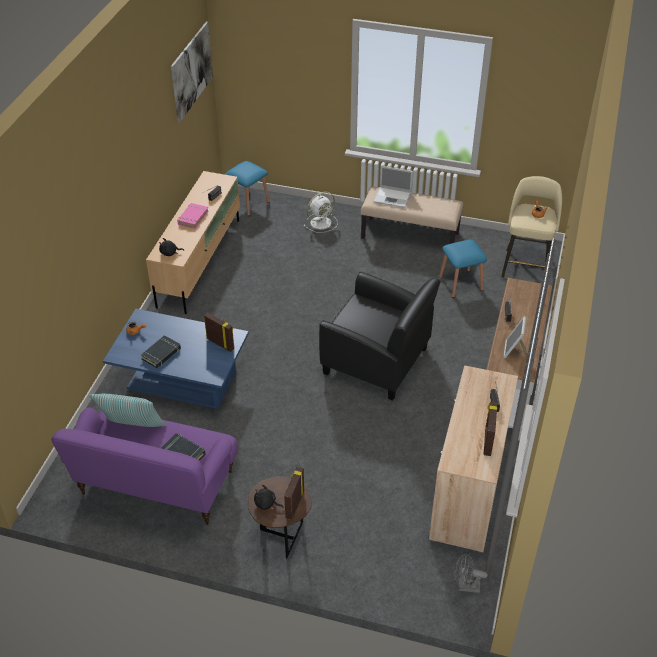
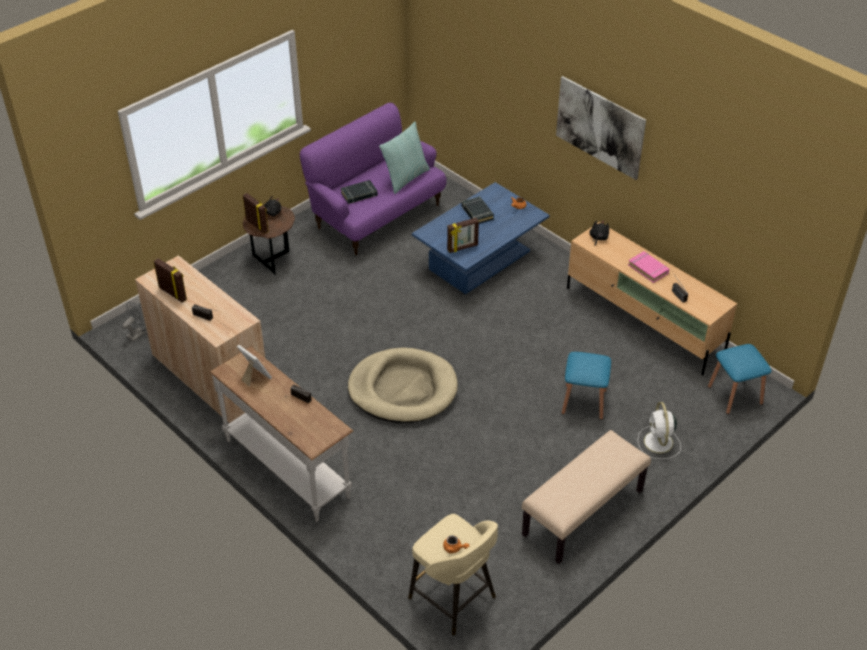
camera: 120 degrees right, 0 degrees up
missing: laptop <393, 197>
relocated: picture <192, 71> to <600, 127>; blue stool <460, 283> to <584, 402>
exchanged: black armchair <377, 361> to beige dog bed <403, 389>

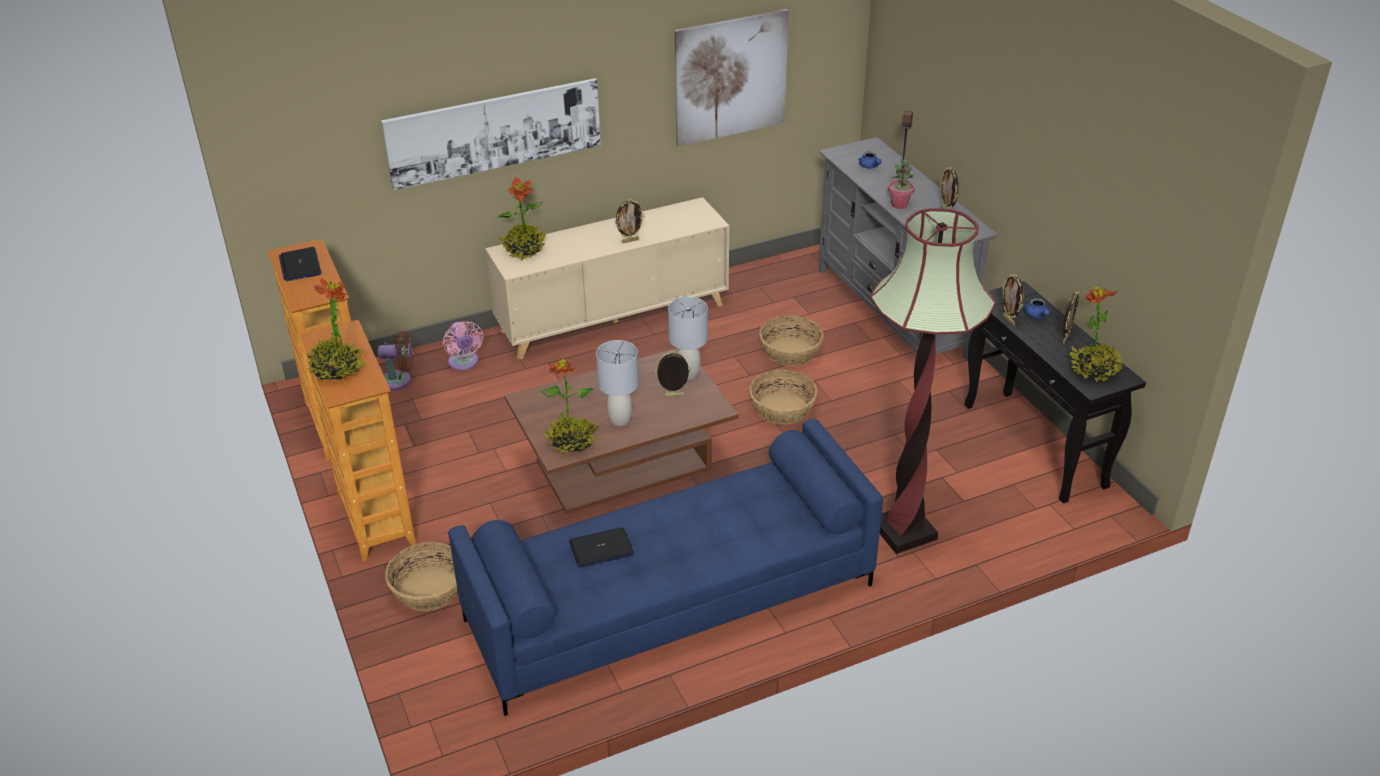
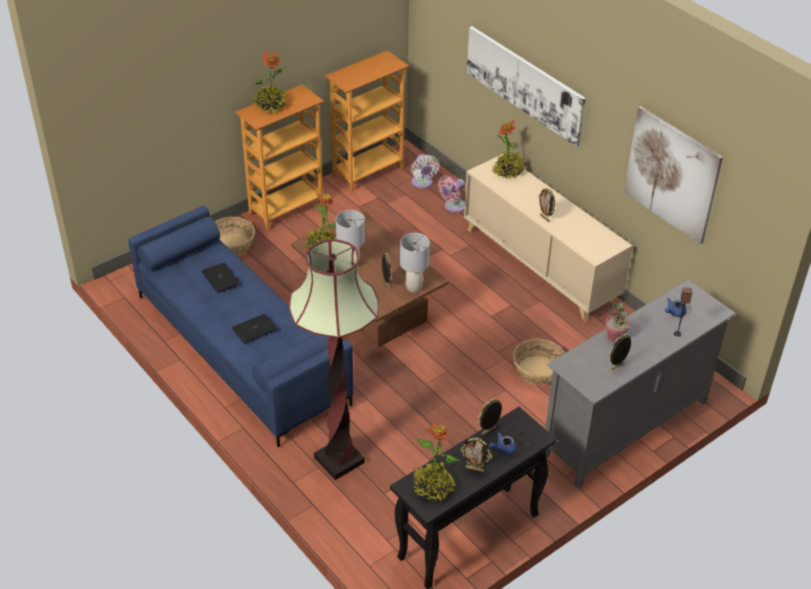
camera: 75 degrees right, 5 degrees up
missing: basket <782, 409>
relocated: laptop <300, 265> to <254, 329>
colour: brown fan <399, 380> to white fan <422, 183>

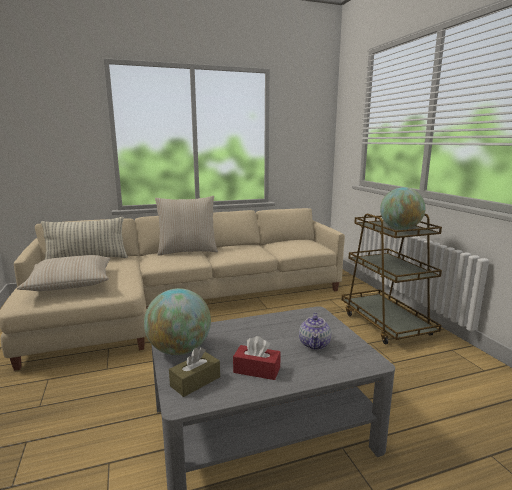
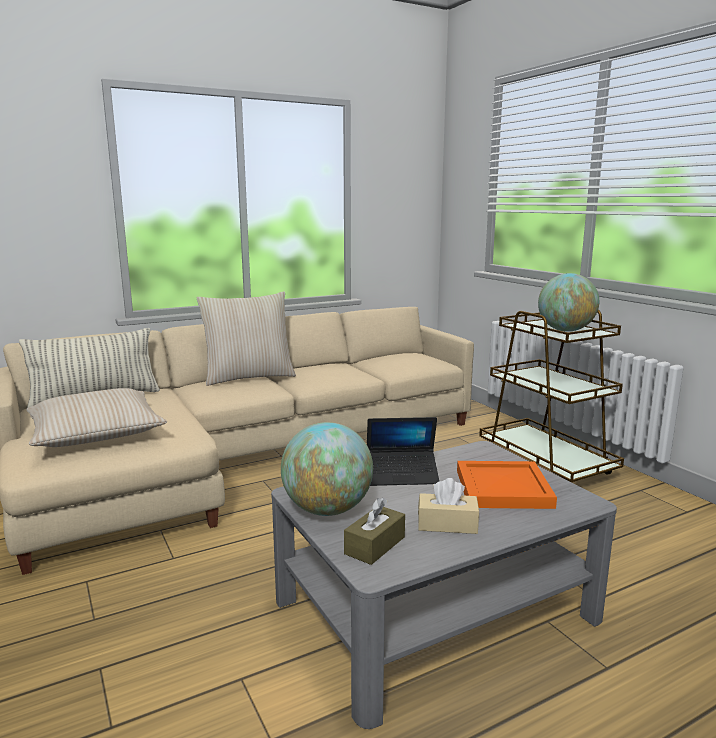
camera: 10 degrees left, 0 degrees up
appeared: laptop <402, 475>
exchanged: teapot <315, 344> to orange tray <504, 488>
colour: red tissue box <257, 370> to beige tissue box <447, 524>

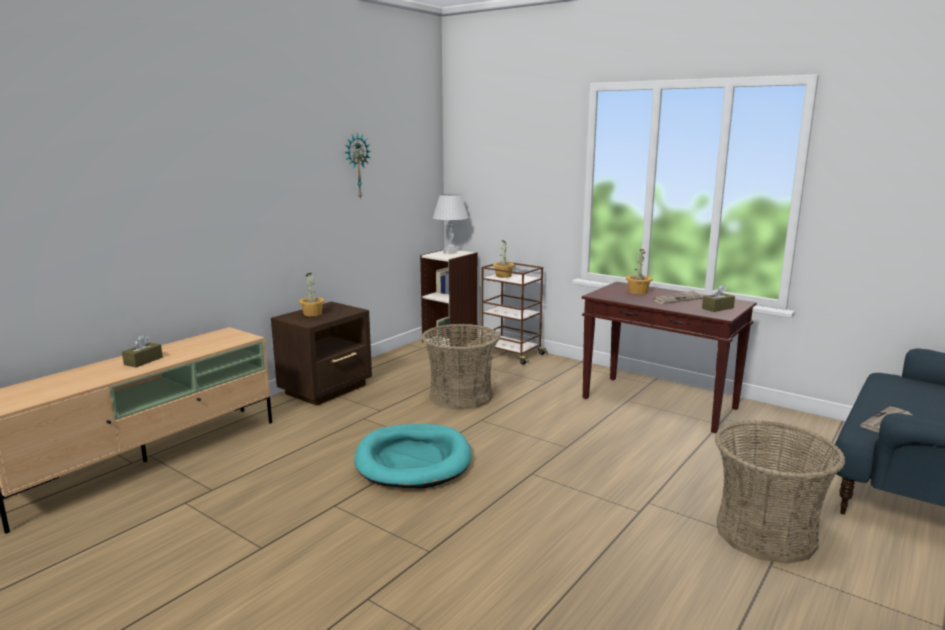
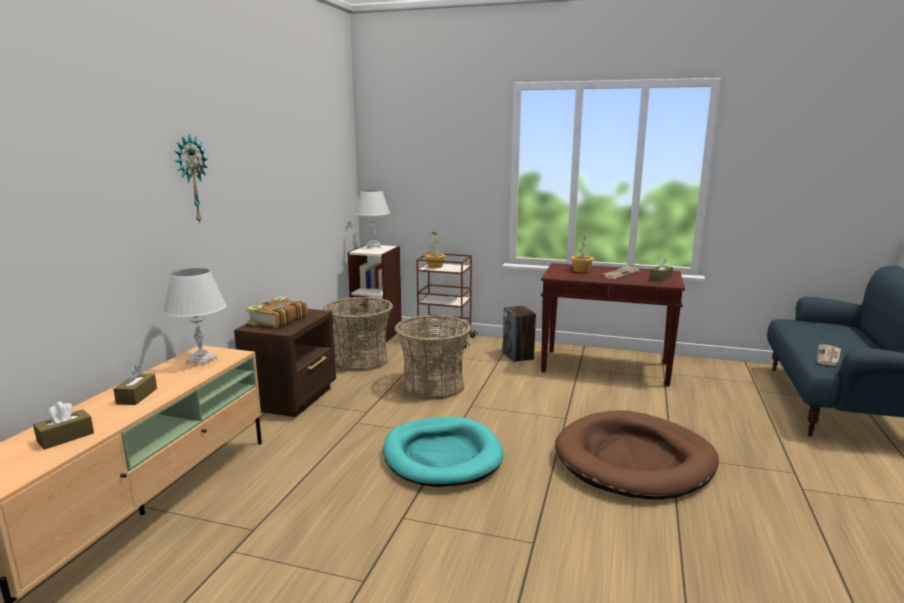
camera: 20 degrees left, 0 degrees up
appeared: brown tissue box <65, 437>; white table lamp <201, 361>; speaker <518, 355>; brown dog bed <634, 460>
relocated: wall clock <356, 166> to <191, 179>; basket <765, 533> to <360, 360>
exchanged: potted plant <312, 314> to book <277, 321>

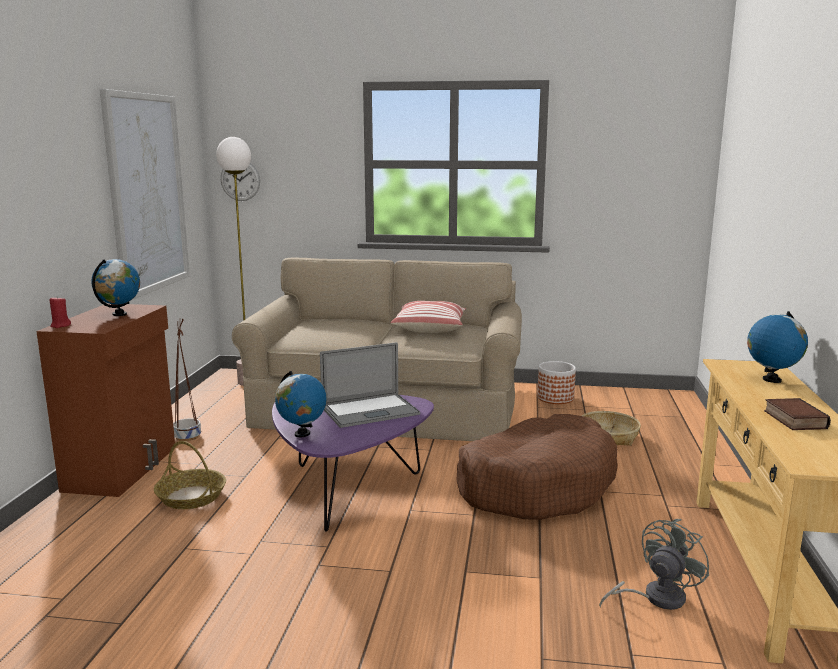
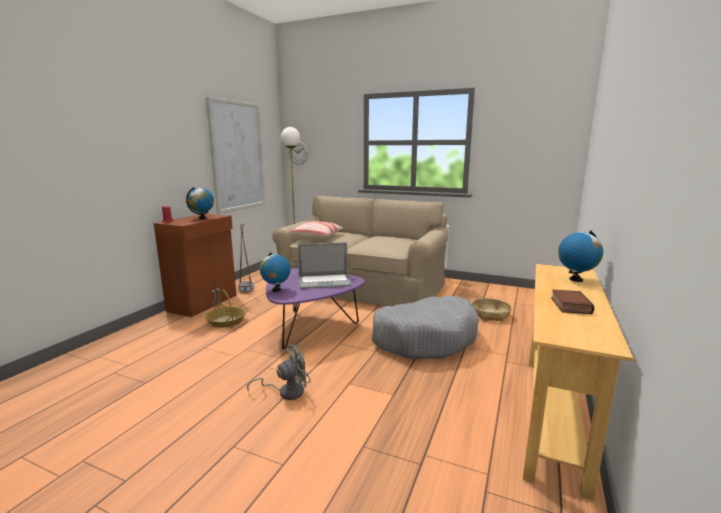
camera: 15 degrees right, 0 degrees up
missing: planter <555, 398>
relocated: pillow <429, 328> to <317, 237>; grey fan <655, 598> to <286, 392>
colour: brown dog bed <536, 485> to grey dog bed <425, 338>

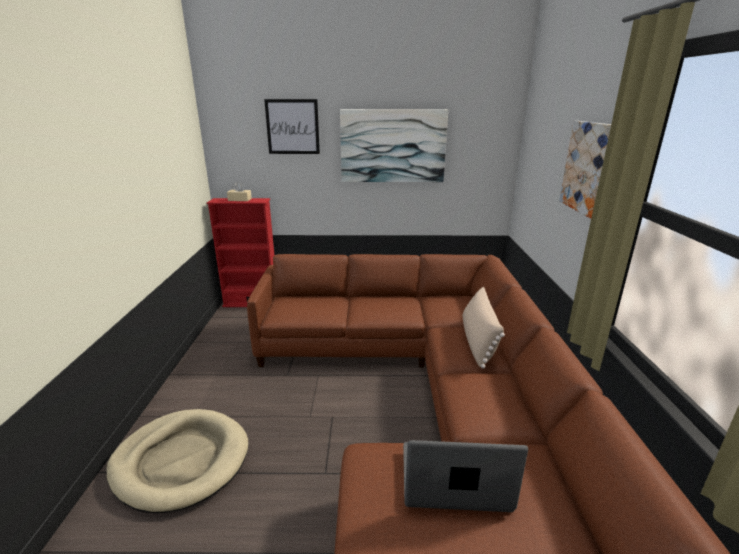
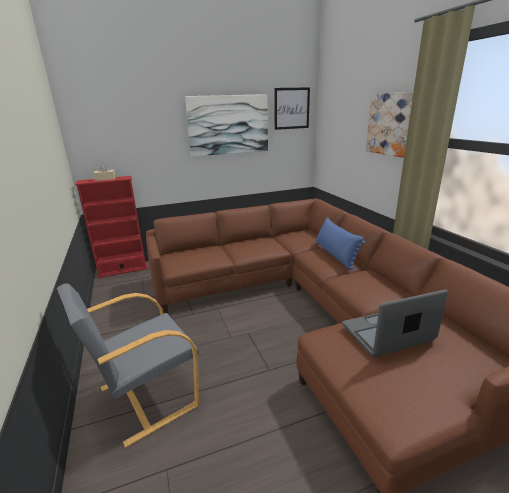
camera: 20 degrees left, 0 degrees up
relocated: picture <292, 127> to <291, 108>
exchanged: beige dog bed <181, 461> to grey armchair <146, 397>
colour: beige pillow <478, 341> to blue pillow <335, 254>

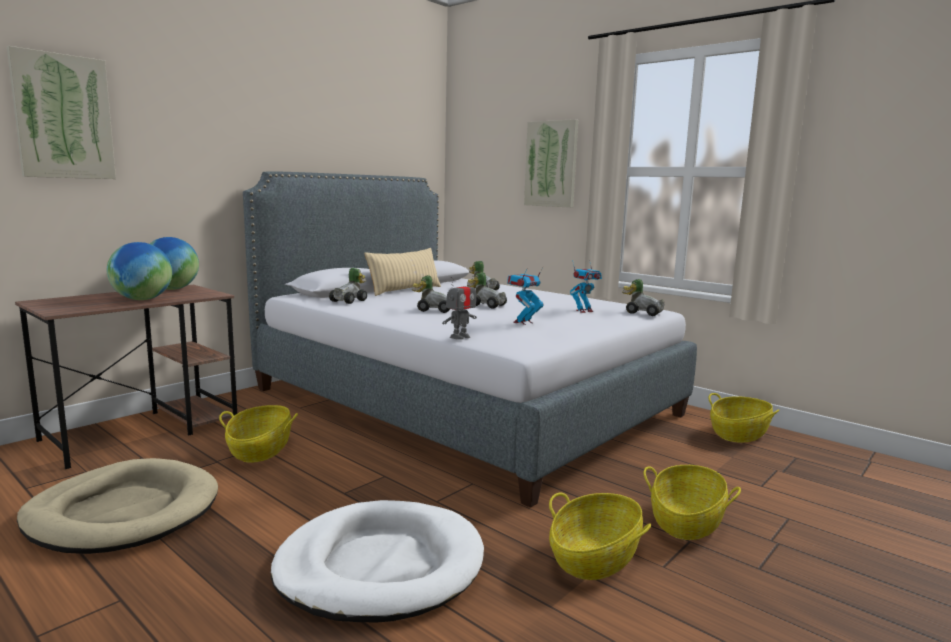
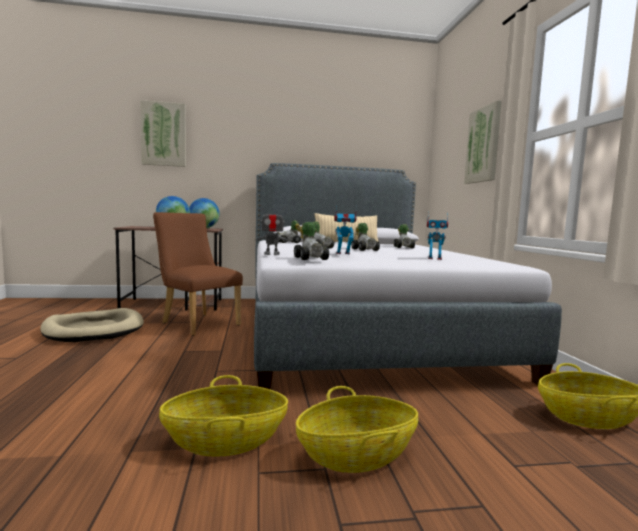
camera: 40 degrees right, 5 degrees down
missing: white dog bed <380, 566>
relocated: toy car <642, 312> to <311, 258>
exchanged: basket <260, 450> to brown chair <197, 323>

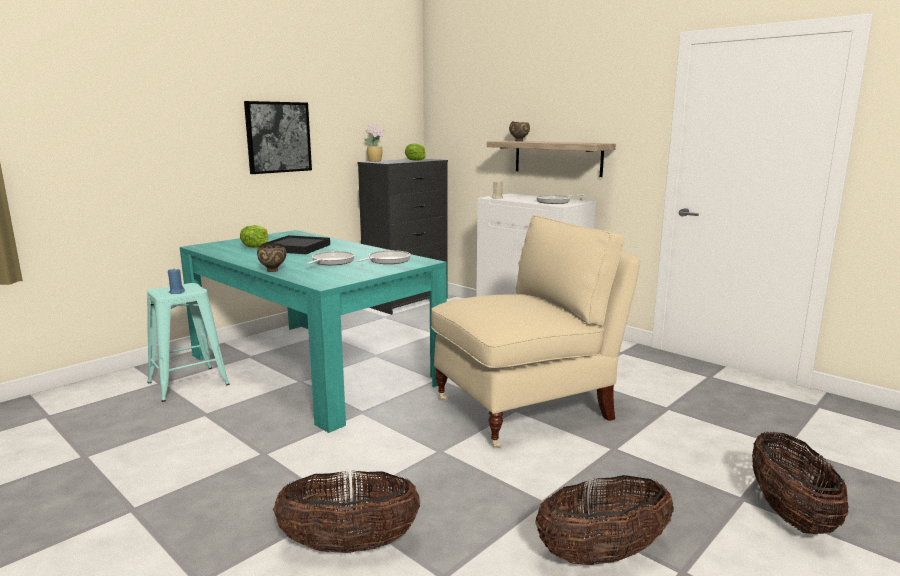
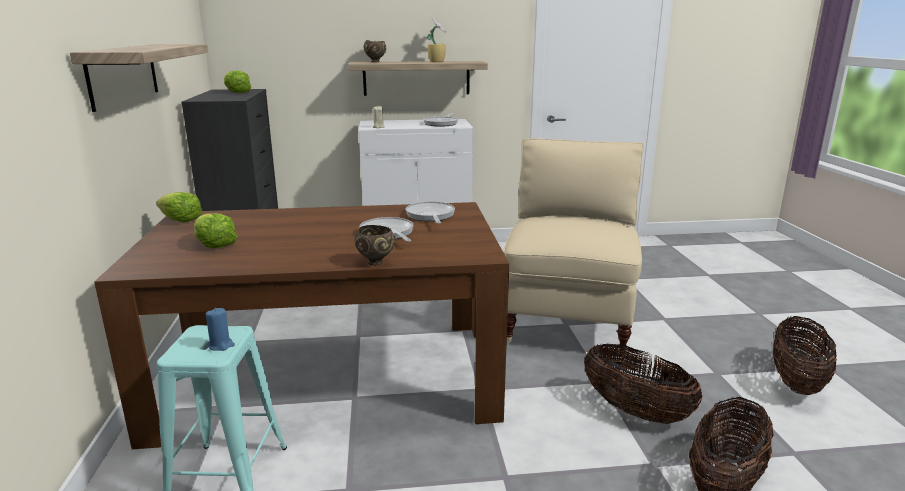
camera: 50 degrees left, 5 degrees up
missing: black tray <297, 248>
appeared: lettuce <180, 220>
relocated: potted plant <375, 161> to <437, 61>; basket <790, 514> to <635, 411>
exchanged: picture <278, 137> to shelf <123, 74>
colour: turquoise dining table <312, 368> to brown dining table <330, 379>

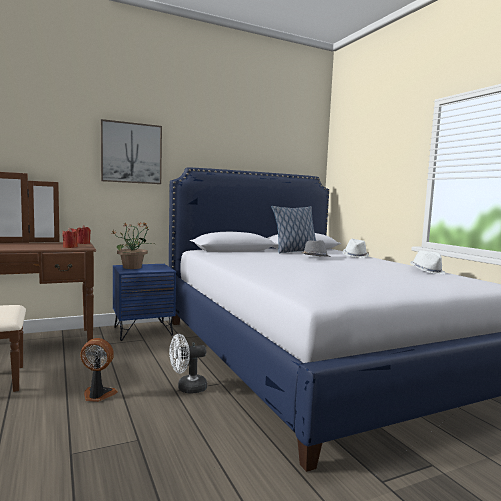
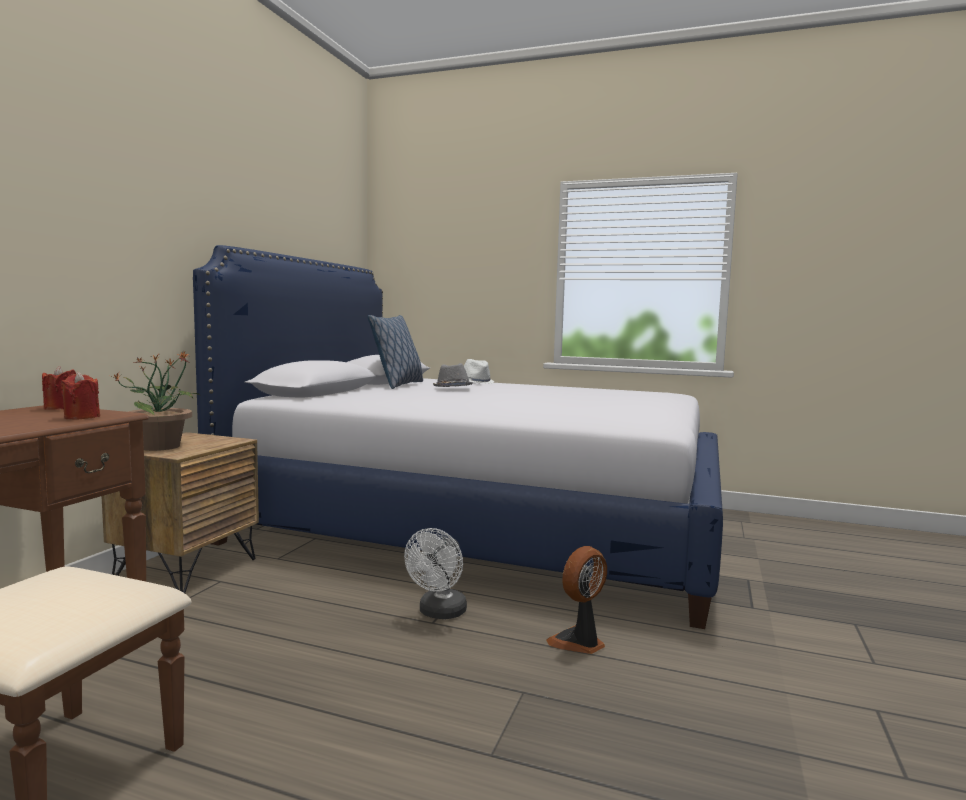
camera: 45 degrees left, 0 degrees up
missing: picture <131, 153>; white hat <427, 271>
relocated: fan <98, 395> to <579, 642>
colour: blue nightstand <143, 331> to brown nightstand <186, 570>

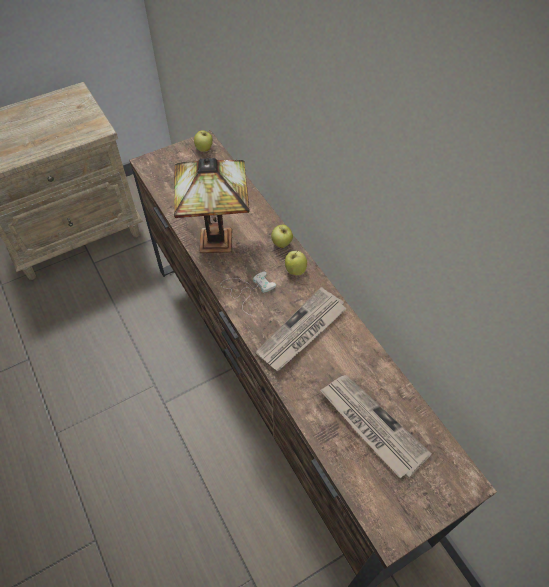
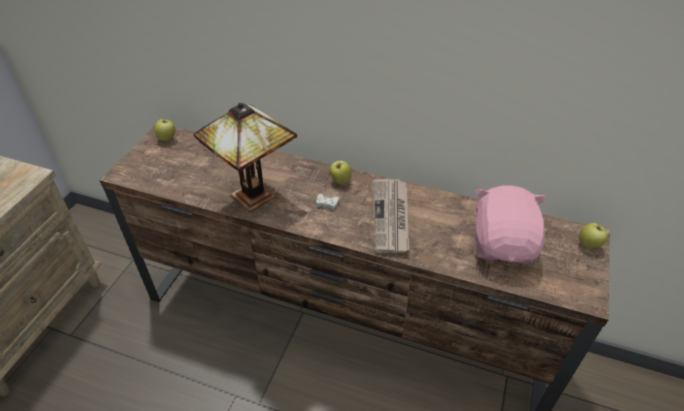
camera: 40 degrees left, 10 degrees down
relocated: apple <281, 244> to <589, 245>
exchanged: newspaper <371, 425> to pink plush toy <503, 244>

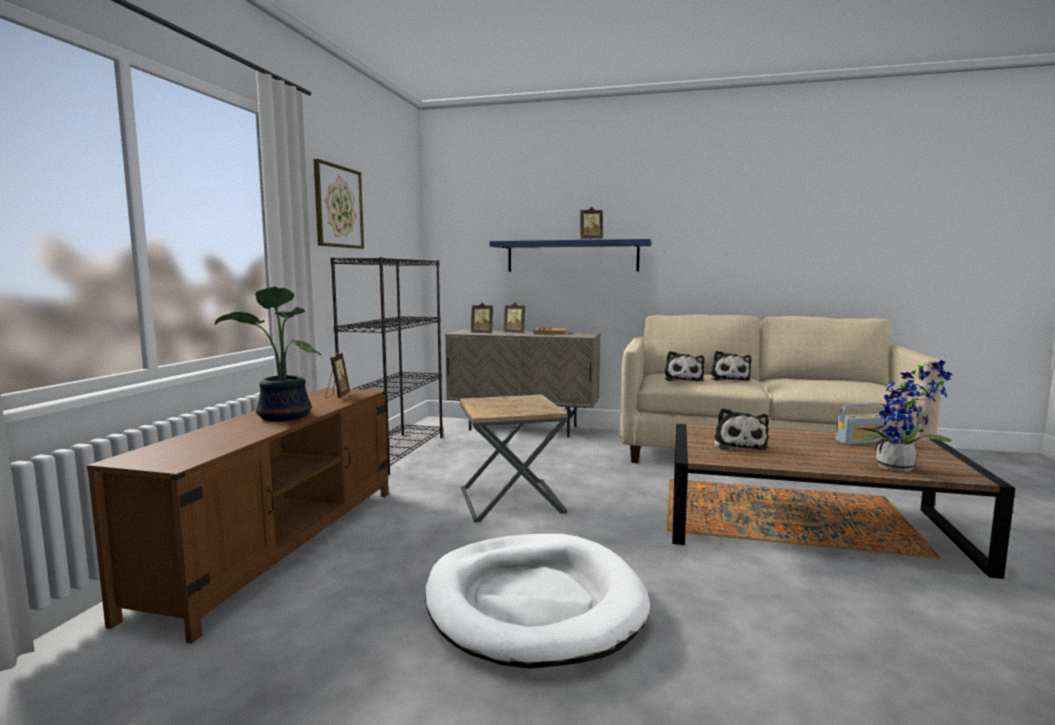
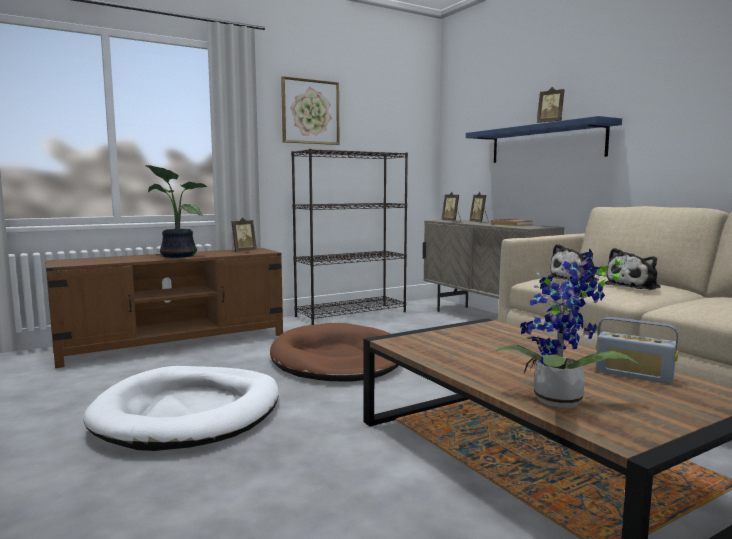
camera: 45 degrees right, 0 degrees up
missing: plush toy <739, 445>
exchanged: brown side table <511, 501> to brown dog bed <337, 359>

